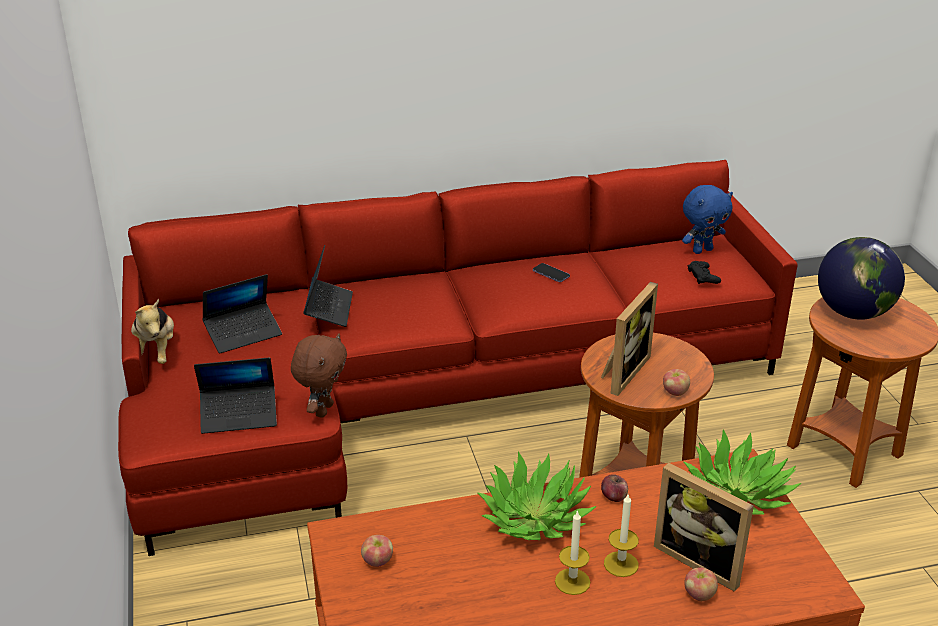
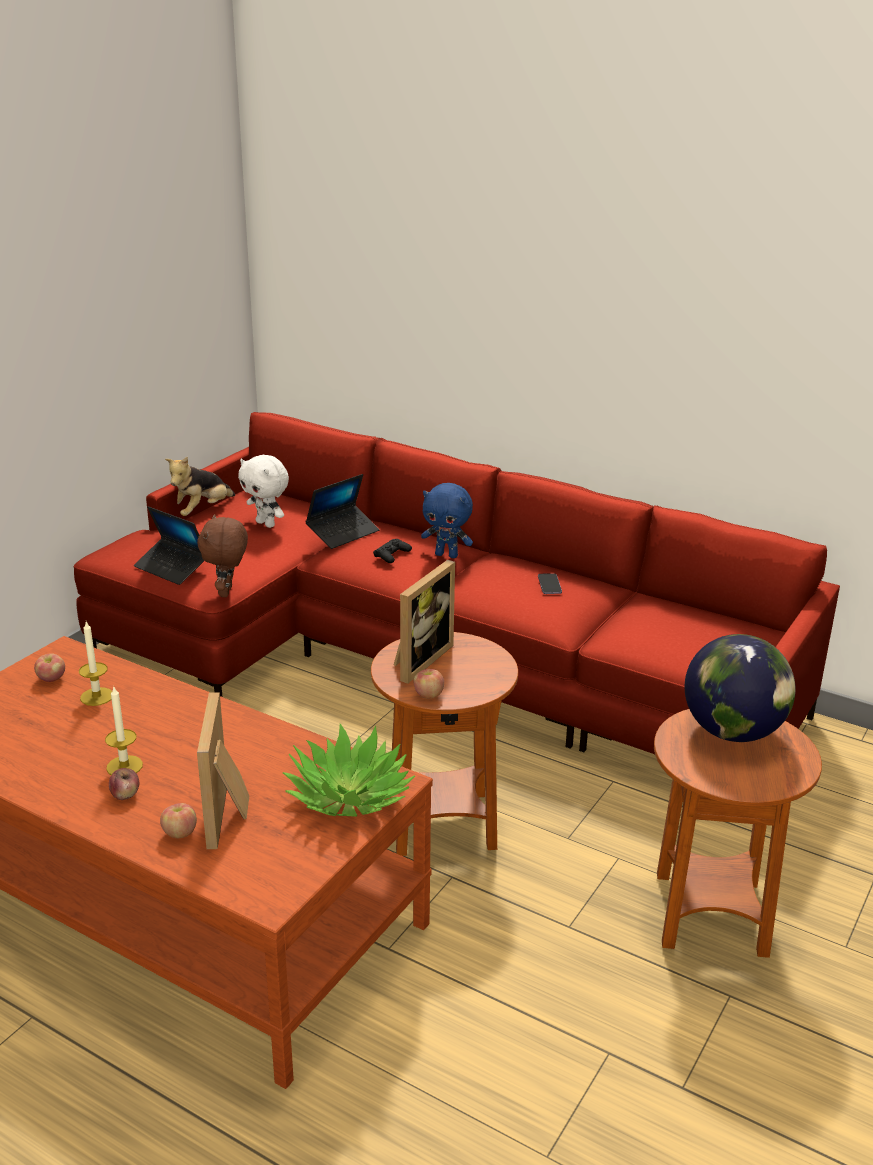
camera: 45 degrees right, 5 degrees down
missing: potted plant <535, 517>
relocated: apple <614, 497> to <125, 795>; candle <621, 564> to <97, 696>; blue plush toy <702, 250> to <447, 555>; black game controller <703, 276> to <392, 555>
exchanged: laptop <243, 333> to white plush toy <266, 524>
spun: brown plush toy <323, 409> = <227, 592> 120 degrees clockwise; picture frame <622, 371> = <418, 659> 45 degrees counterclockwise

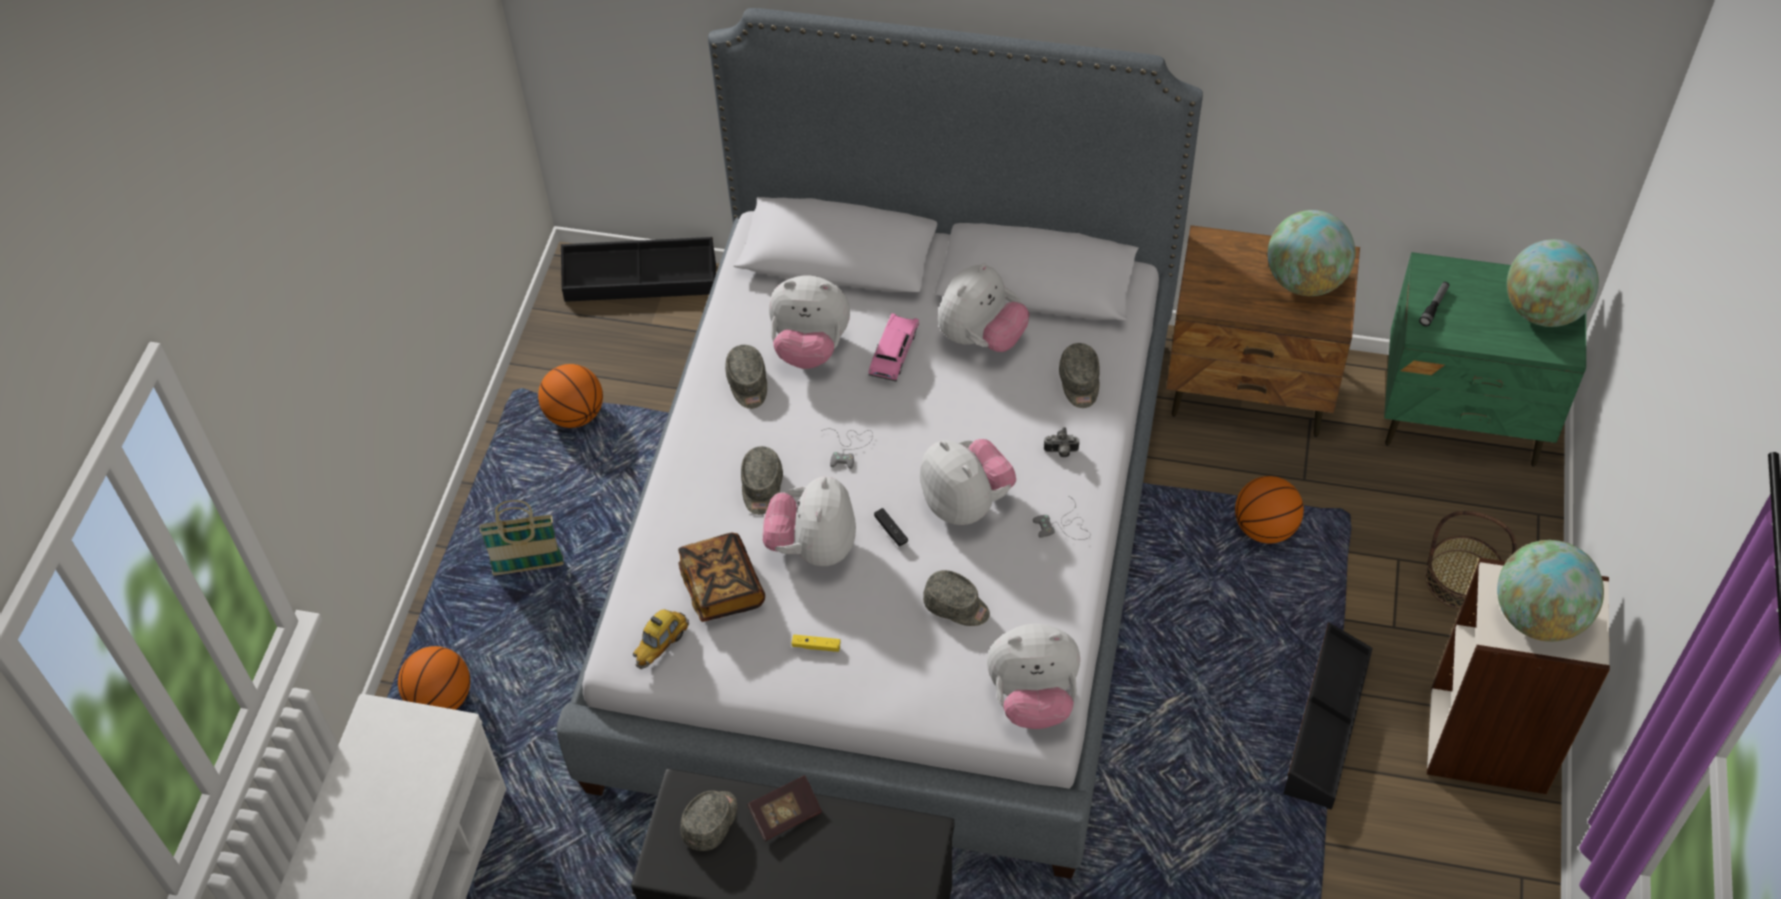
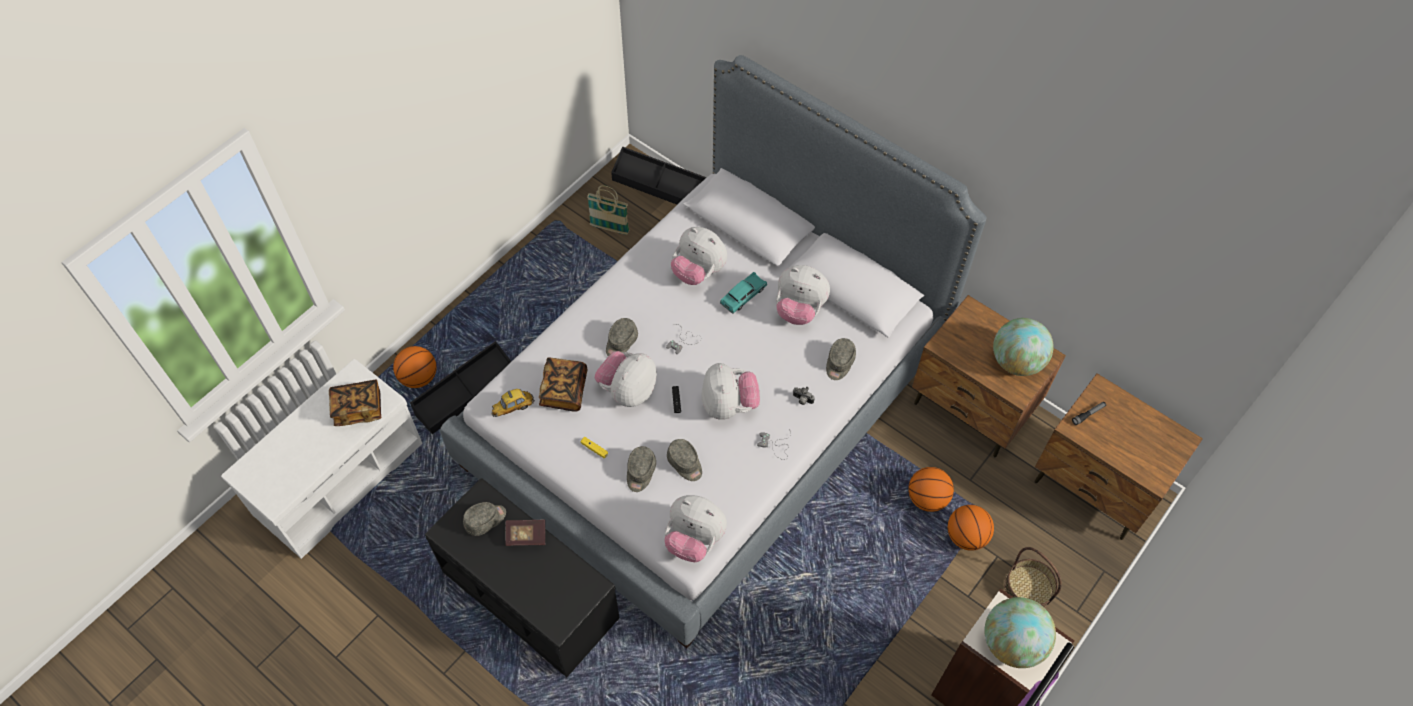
camera: 25 degrees right, 5 degrees up
missing: globe <1542, 311>
appeared: book <358, 408>
relocated: basket <529, 568> to <609, 228>; basketball <575, 415> to <966, 536>; grey cap <748, 384> to <640, 472>; black storage box <1324, 725> to <465, 393>
colour: pink toy car <894, 354> to turquoise toy car <743, 296>; green nightstand <1463, 416> to brown nightstand <1095, 486>
spun: plush toy <981, 338> = <799, 309> 45 degrees clockwise

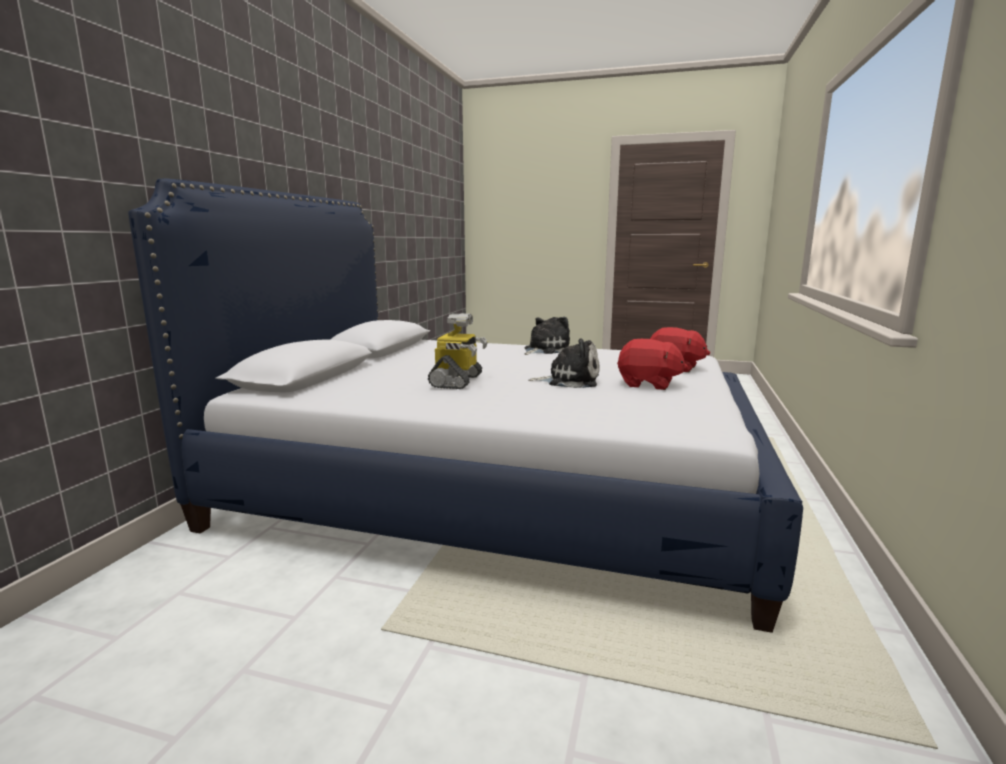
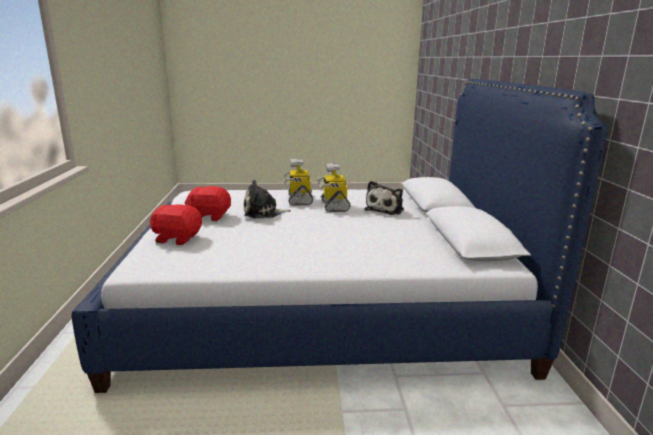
camera: 160 degrees right, 5 degrees up
appeared: toy robot <299, 199>
relocated: plush toy <545, 350> to <386, 209>

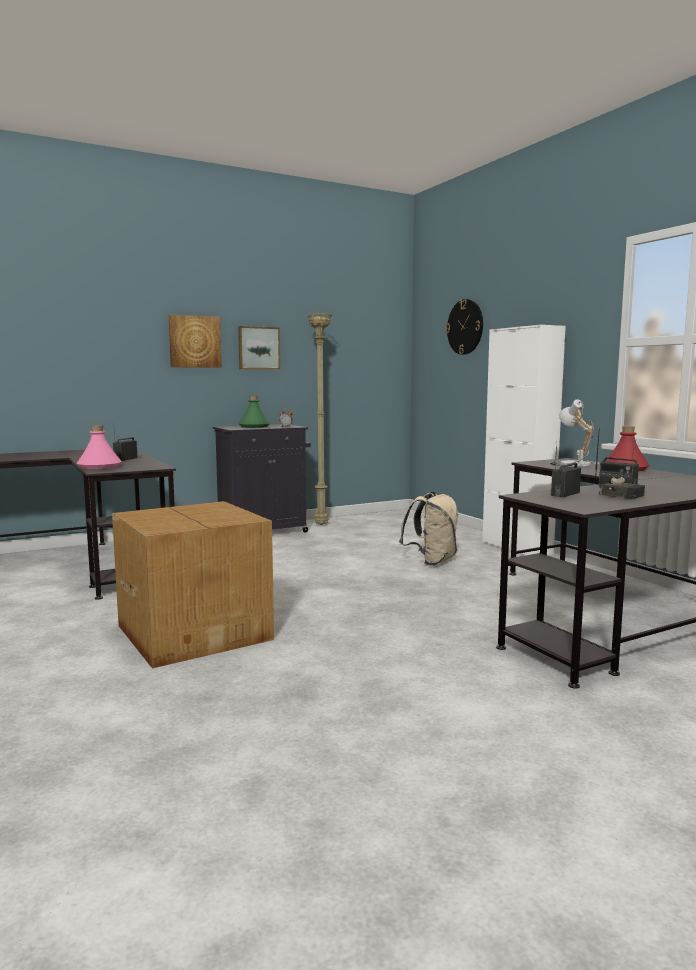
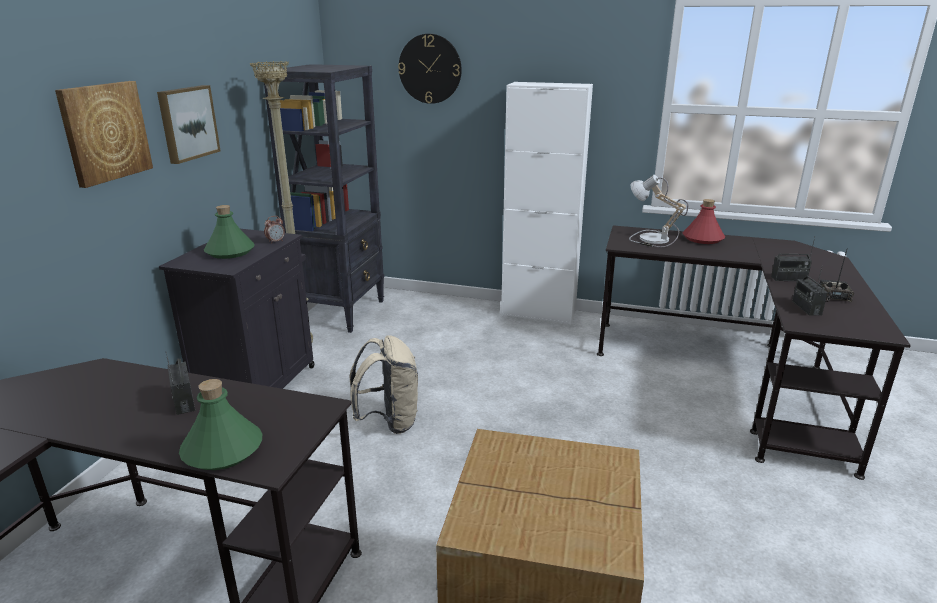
camera: 45 degrees left, 15 degrees up
appeared: black bookcase <342, 312>
relocated: beige backpack <431, 561> to <389, 422>
colour: pink bottle <99, 467> to green bottle <223, 450>
spun: radio <620, 495> = <831, 296> 75 degrees counterclockwise

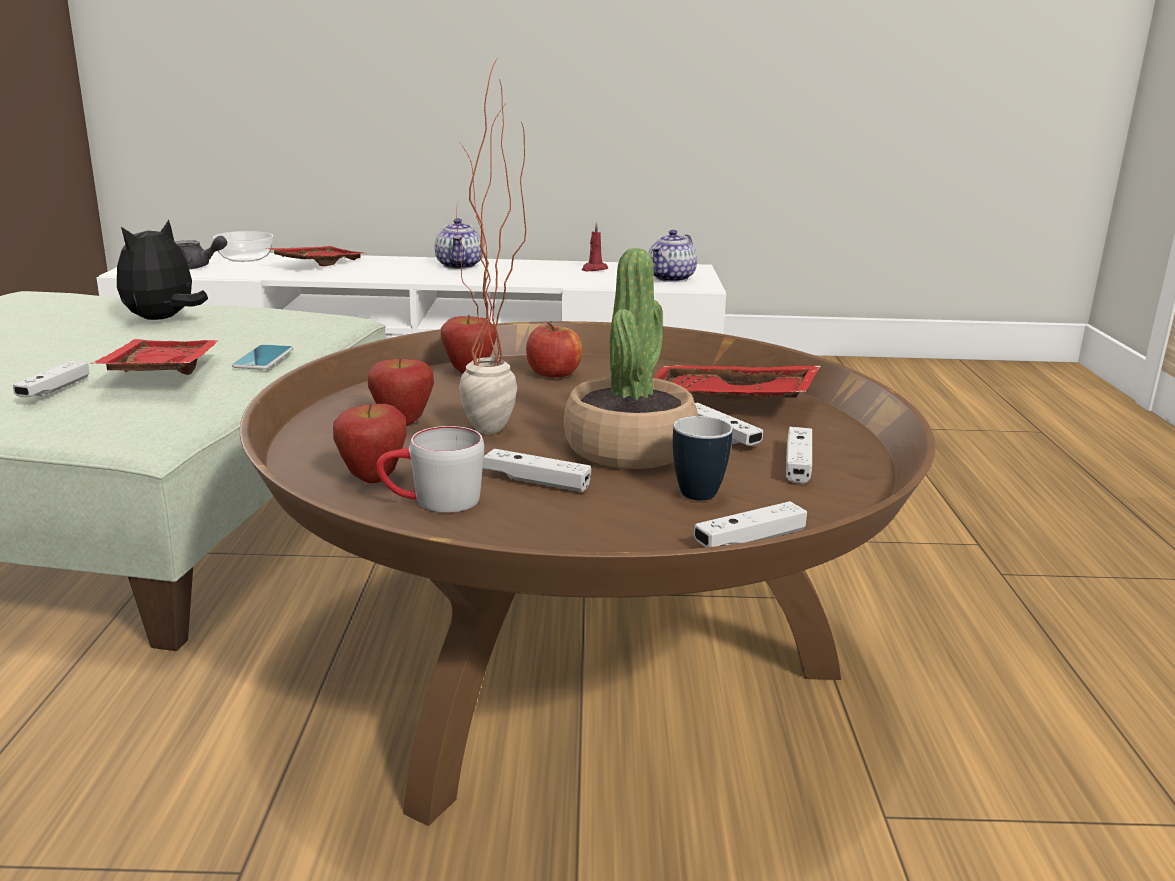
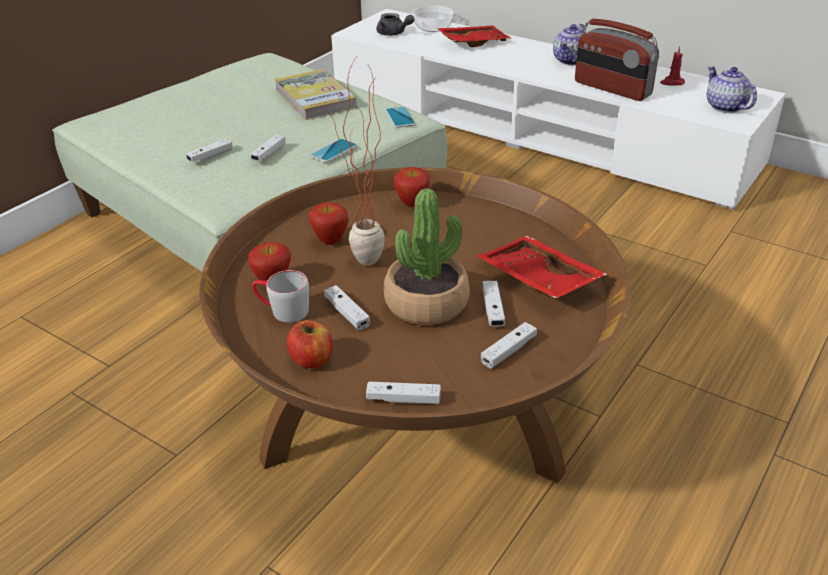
camera: 35 degrees right, 15 degrees up
missing: mug <697, 490>
appeared: phone <400, 118>; radio <612, 89>
relocated: apple <553, 374> to <312, 360>
exchanged: red tray <159, 373> to white game controller <269, 153>; plush toy <163, 319> to book <315, 98>
spun: teapot <671, 278> = <724, 107> 90 degrees clockwise

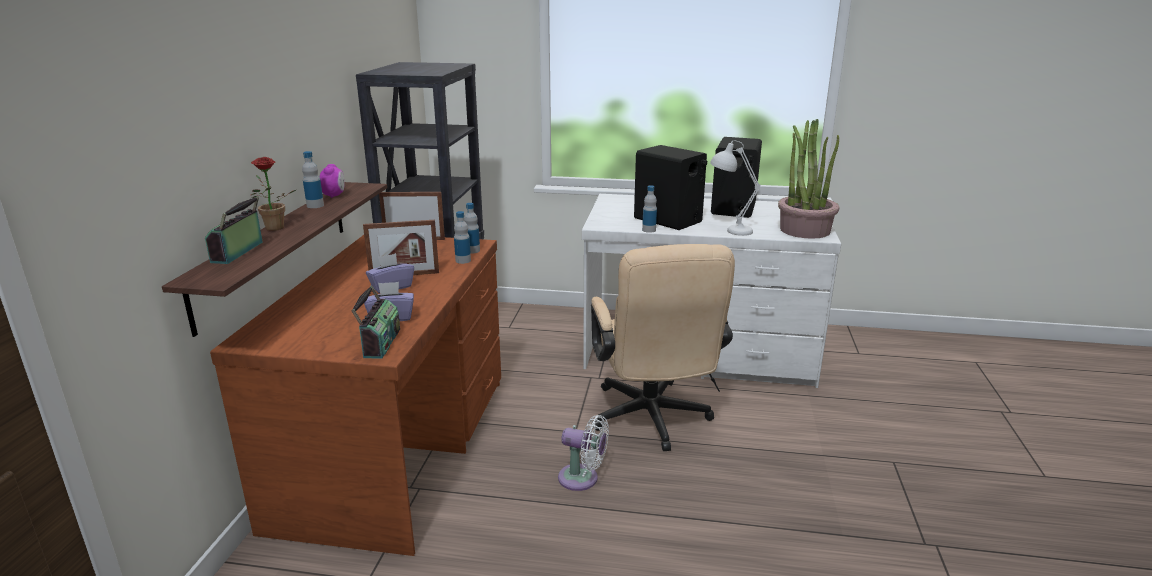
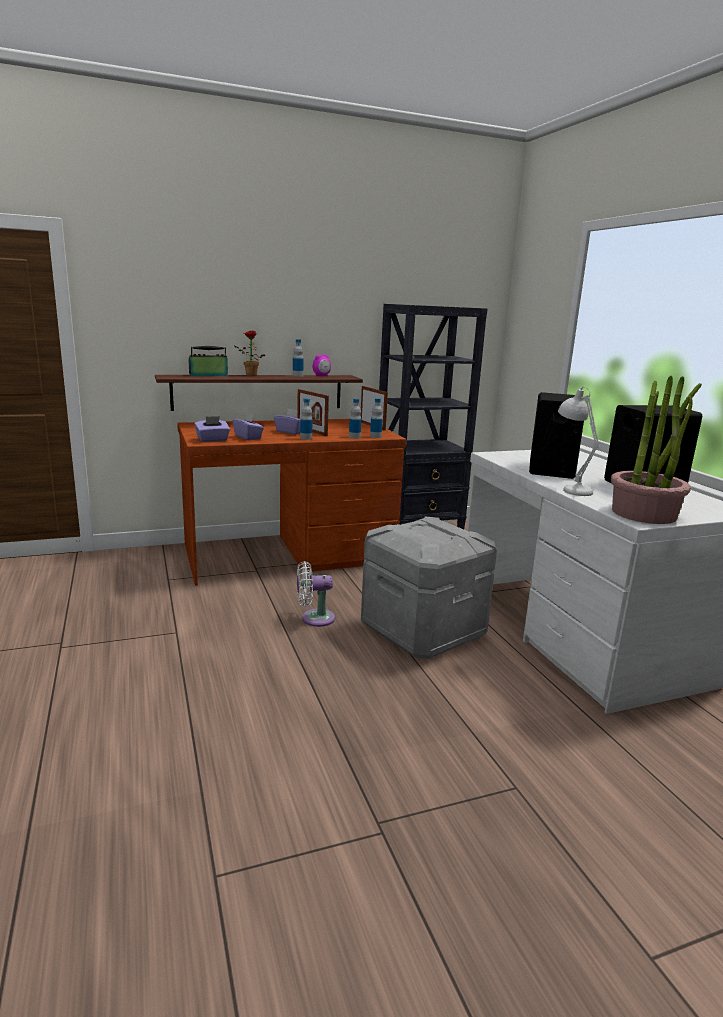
camera: 60 degrees right, 5 degrees down
relocated: bottle <649, 230> to <306, 438>
exchanged: radio <380, 343> to purple tissue box <212, 440>; beige office chair <652, 421> to grey storage box <421, 630>
spun: white fan <582, 479> = <314, 618> 90 degrees clockwise

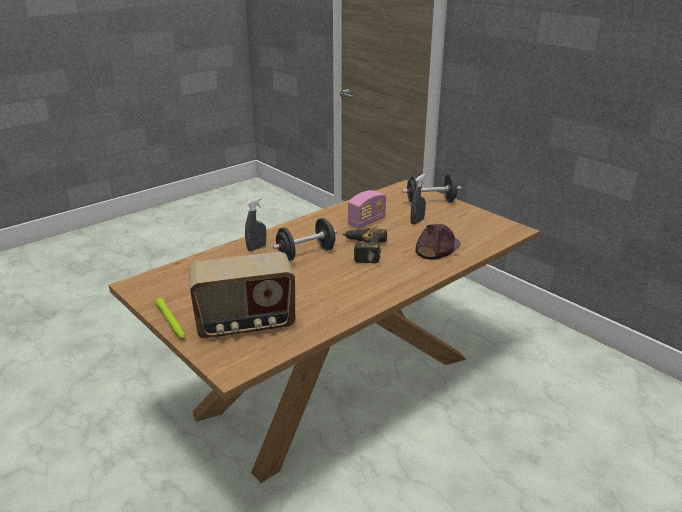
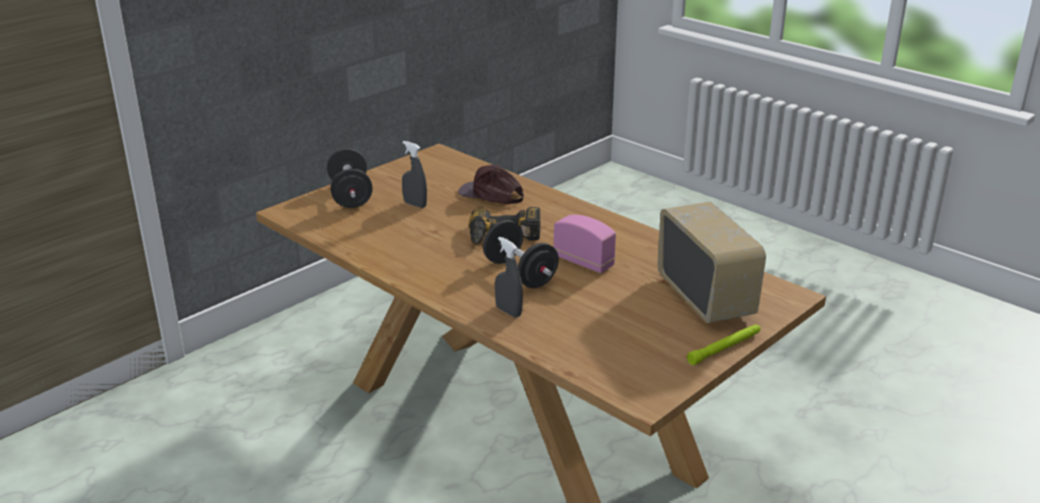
camera: 95 degrees left, 0 degrees up
relocated: radio <366, 222> to <583, 262>

